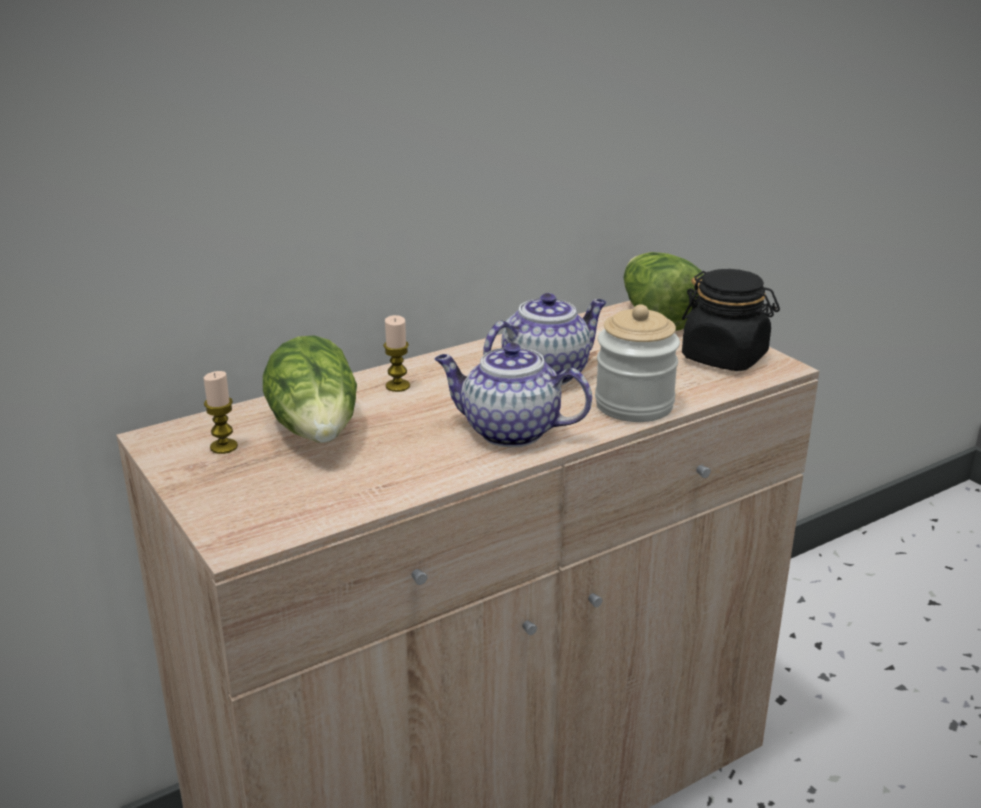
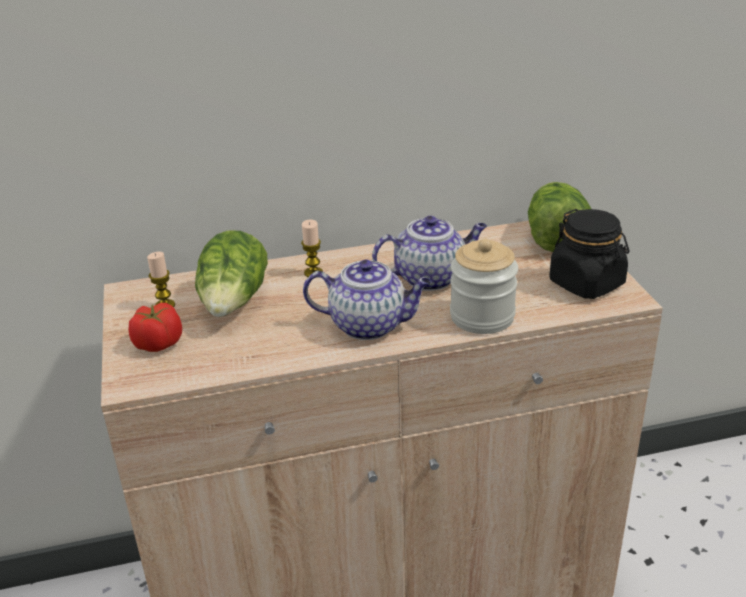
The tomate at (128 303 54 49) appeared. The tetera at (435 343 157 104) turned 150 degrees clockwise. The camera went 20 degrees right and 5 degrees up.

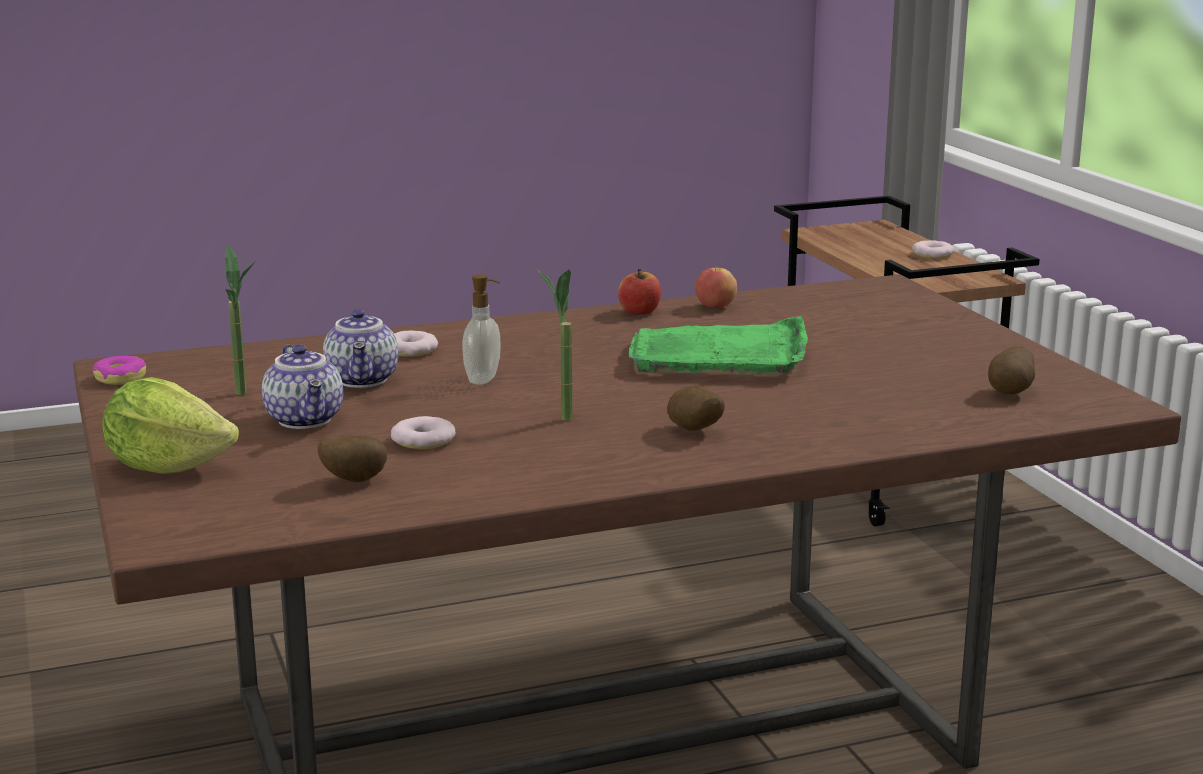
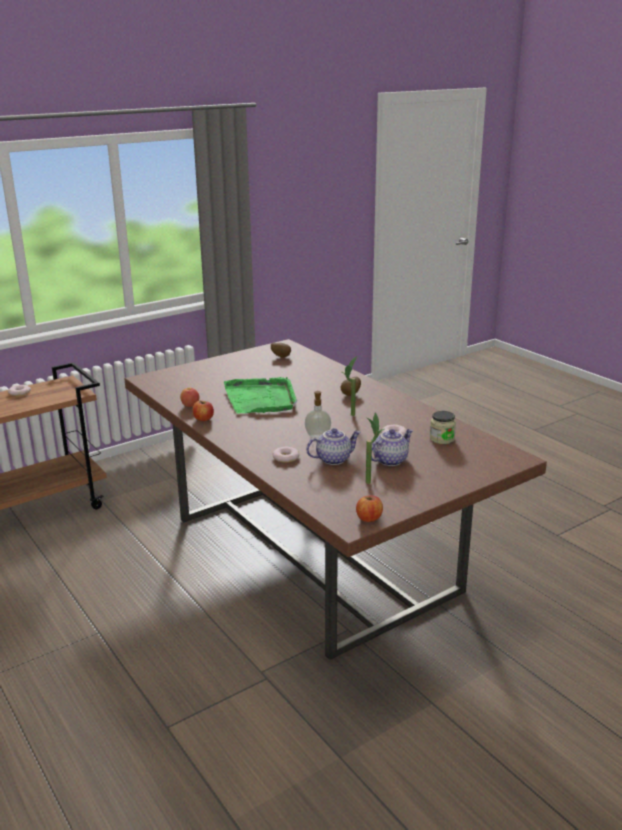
The rosquilla at (93 356 54 29) was replaced by the manzana at (356 495 27 27). The patata at (317 435 70 47) was replaced by the tarro at (430 411 26 33). The lechuga at (102 377 137 97) disappeared. The camera went 105 degrees left and 5 degrees up.

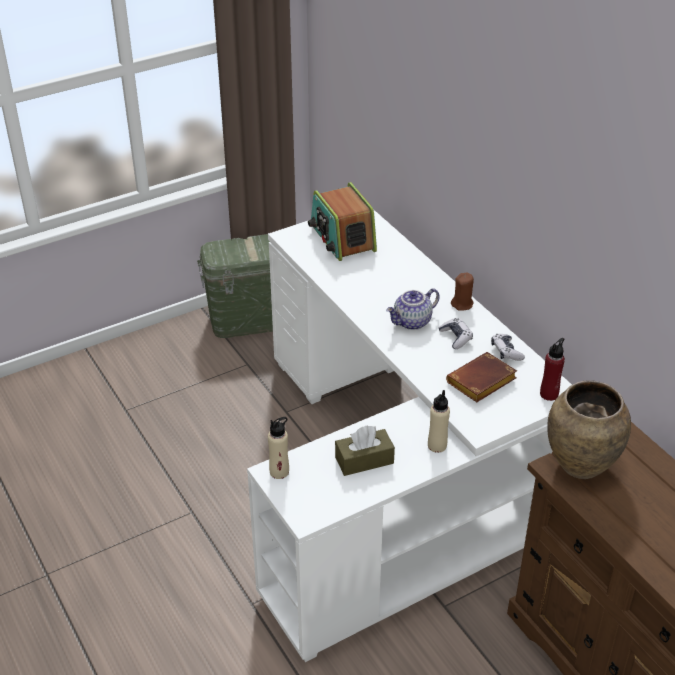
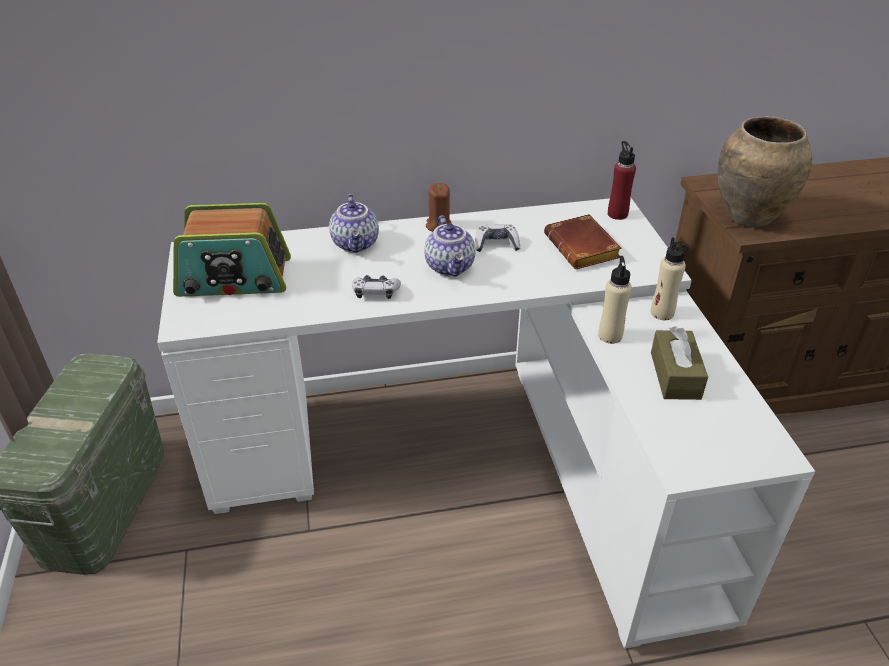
The tetera at (329 194 50 59) appeared. The mando de consola moved from (491 334 34 27) to (352 275 49 24). The botella (beis) moved from (268 417 21 62) to (598 256 34 88). The camera went 70 degrees left and 0 degrees up.

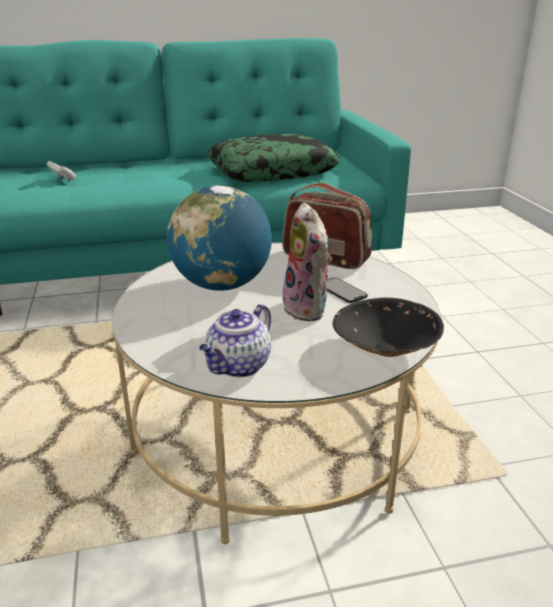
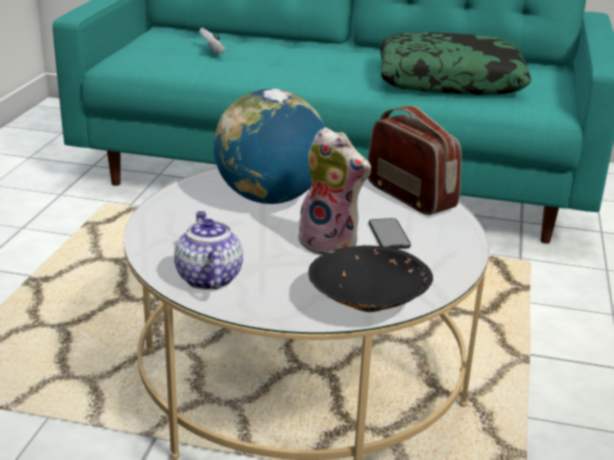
The tetera at (199 304 72 74) turned 105 degrees clockwise. The peluche at (282 202 50 119) turned 60 degrees counterclockwise. The camera went 25 degrees right and 0 degrees up.

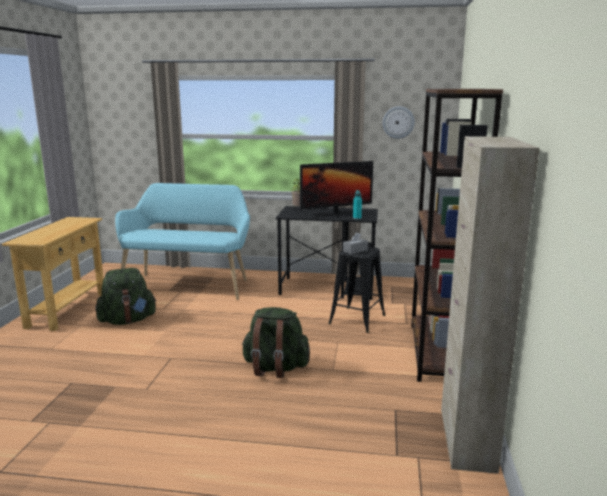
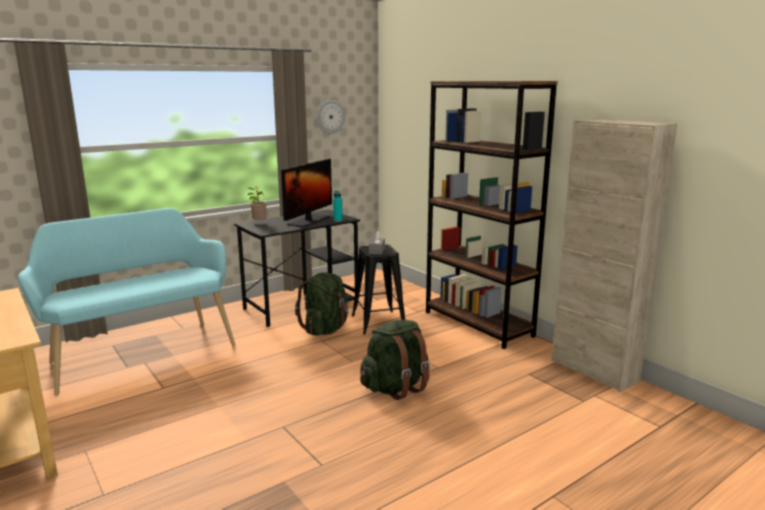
The mochila (verde) moved from (95 268 62 57) to (295 272 53 64). The camera went 45 degrees left and 0 degrees up.

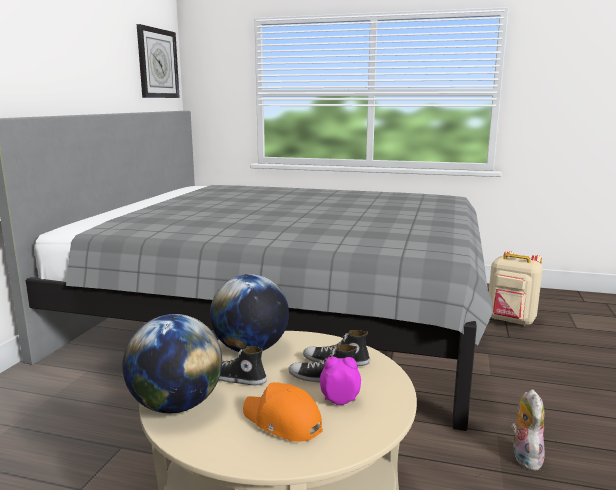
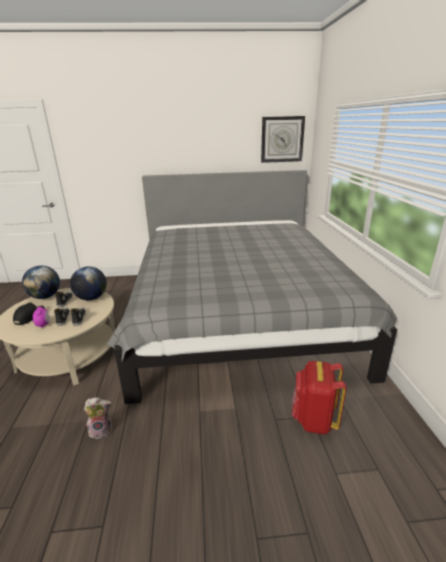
The gorra (naranja) at (243 382 80 60) became the gorra (negro) at (13 302 32 23). The mochila (beis) at (489 251 54 75) became the mochila (rojo) at (292 361 55 73). The camera went 70 degrees right and 10 degrees up.

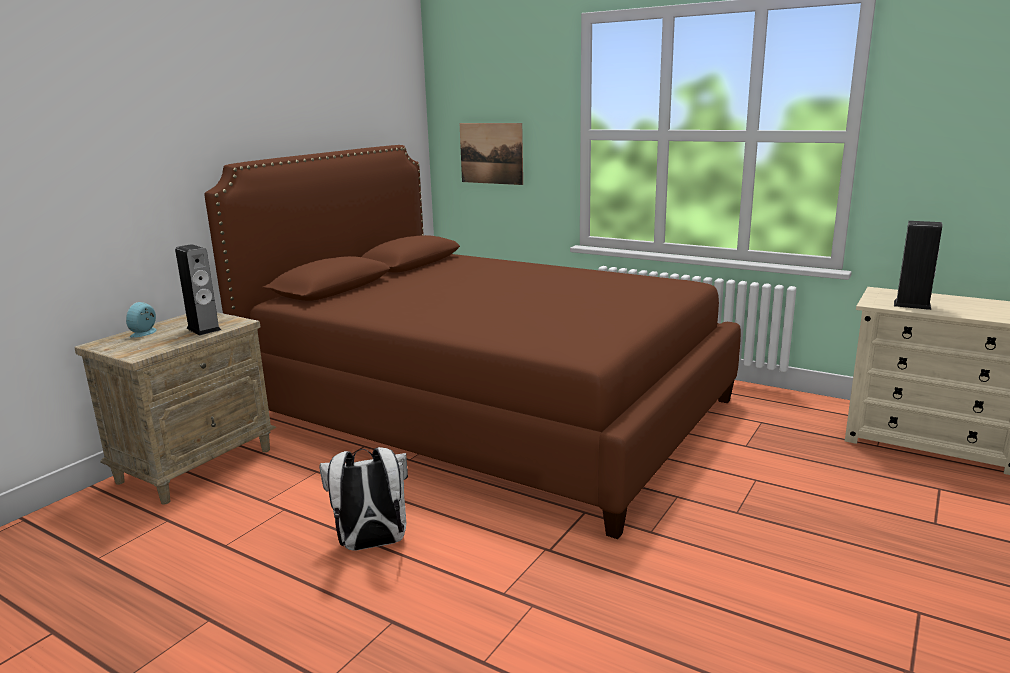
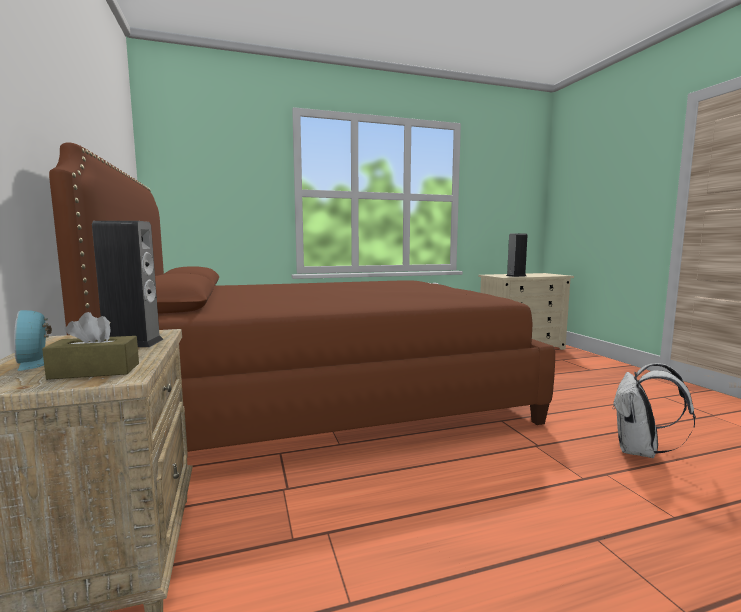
The caja de pañuelos (marrón) at (42 312 97 68) appeared. The mochila (blanco) moved from (319 447 89 104) to (612 363 84 95). The cuadro at (459 123 64 62) disappeared. The camera went 50 degrees left and 10 degrees down.

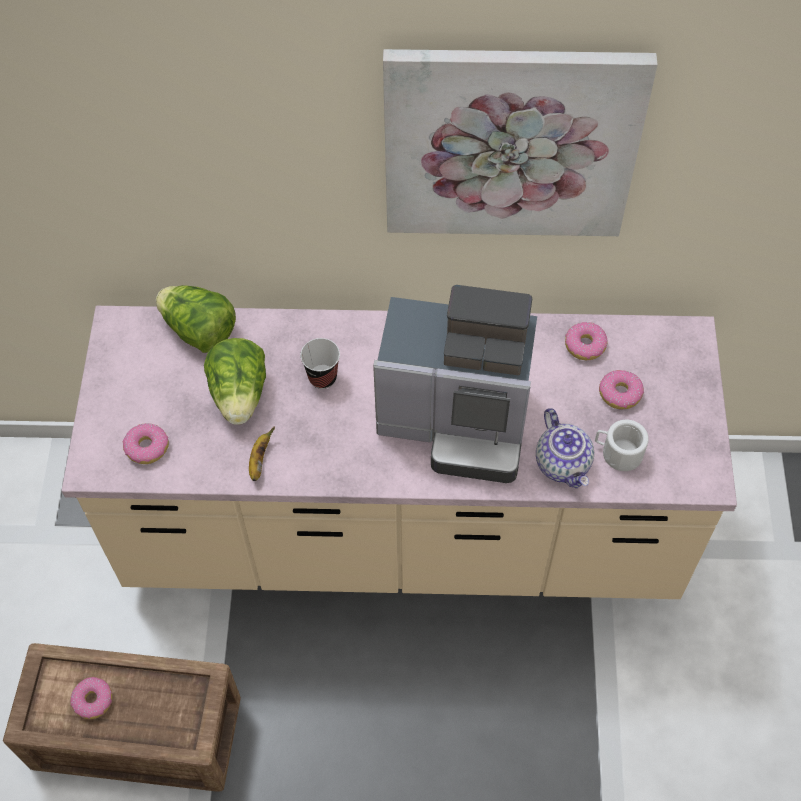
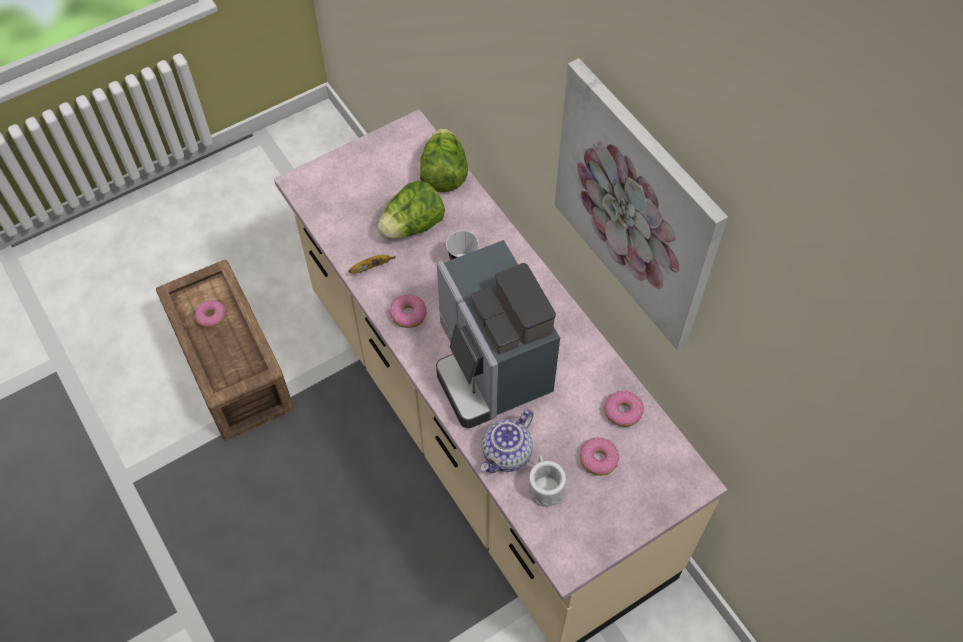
The rosquilla moved from (122 423 47 41) to (390 294 36 34). The camera went 55 degrees right and 0 degrees up.

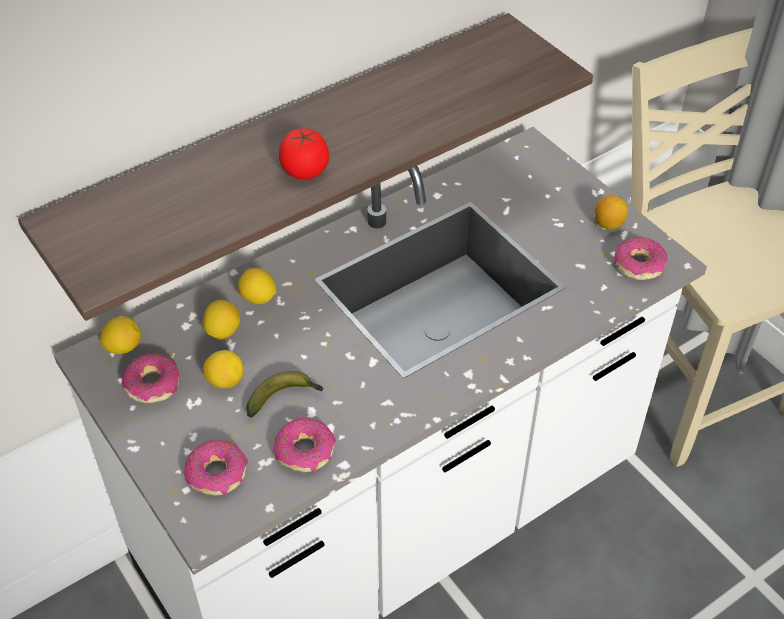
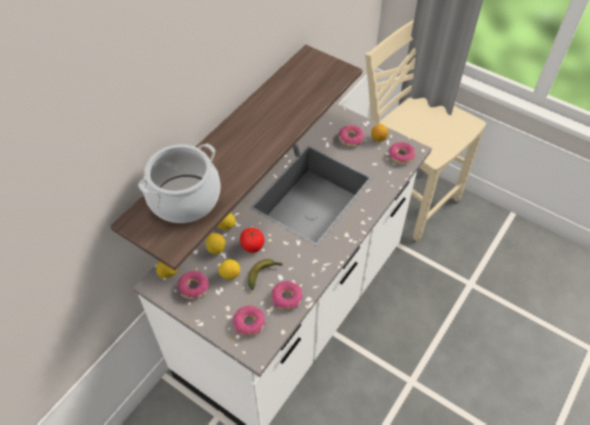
The olla at (138 143 83 80) appeared. The tomate moved from (279 128 50 52) to (240 228 25 25). The rosquilla at (339 125 25 22) appeared. The camera went 20 degrees left and 5 degrees up.

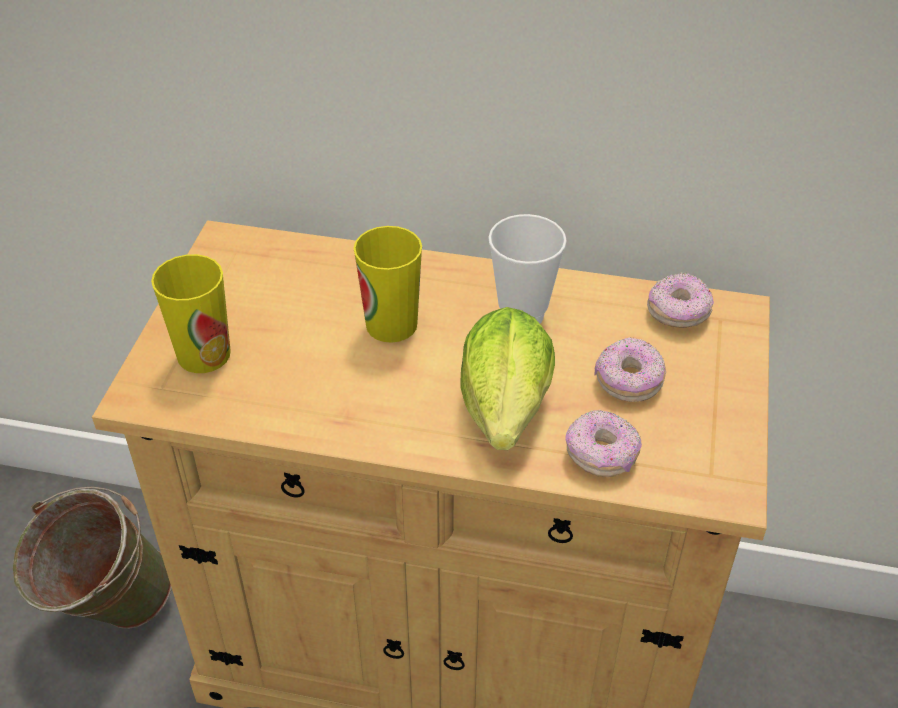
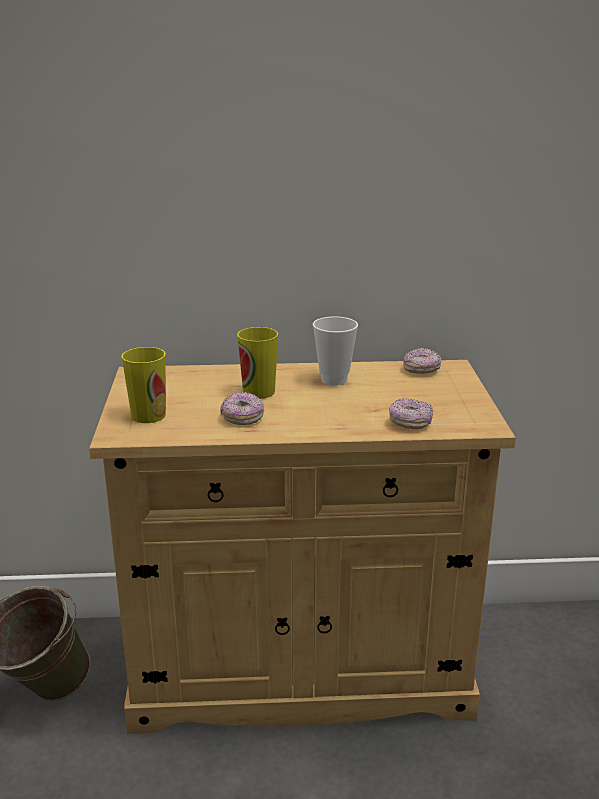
The rosquilla moved from (594 337 72 65) to (220 392 44 33). The lechuga at (460 307 95 143) disappeared. The camera went 15 degrees left and 20 degrees down.

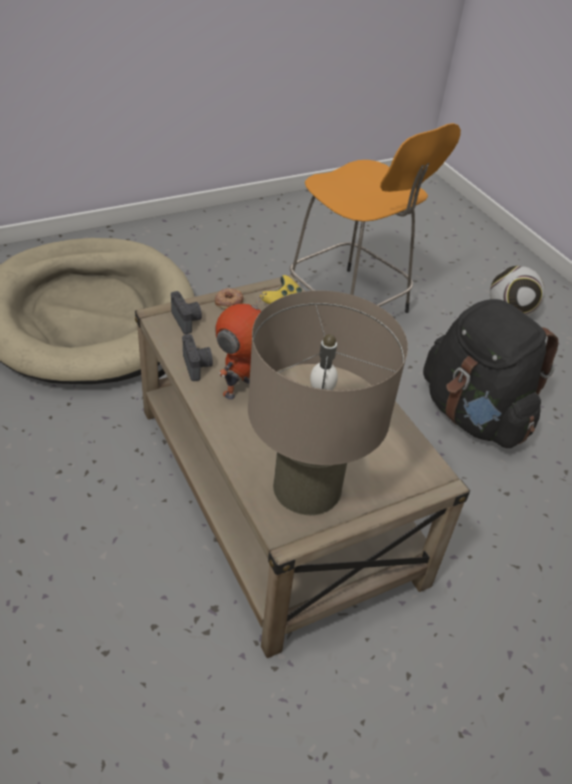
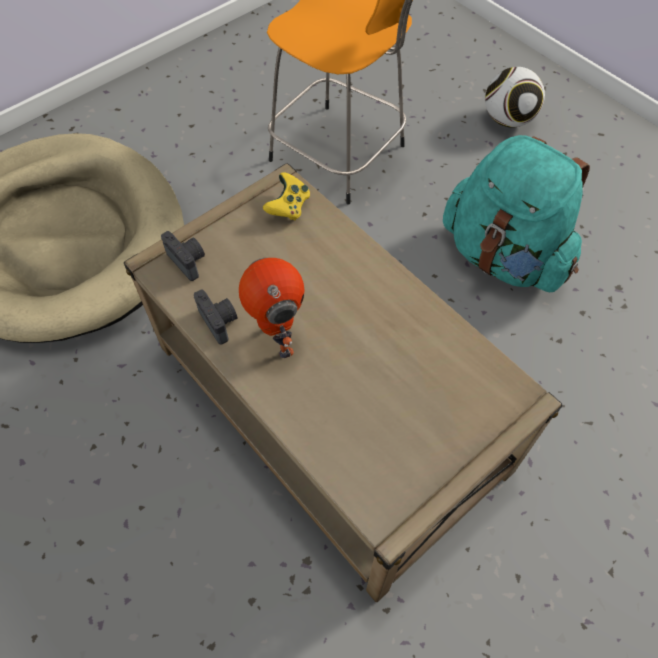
The robot de juguete at (215 292 52 108) turned 135 degrees clockwise. The mochila (negro) at (423 299 135 149) became the mochila (turquesa) at (443 135 147 157). The rosquilla at (215 288 29 21) disappeared. The lámpara de mesa (beis) at (248 291 160 224) disappeared. The camera went 10 degrees left and 15 degrees up.

